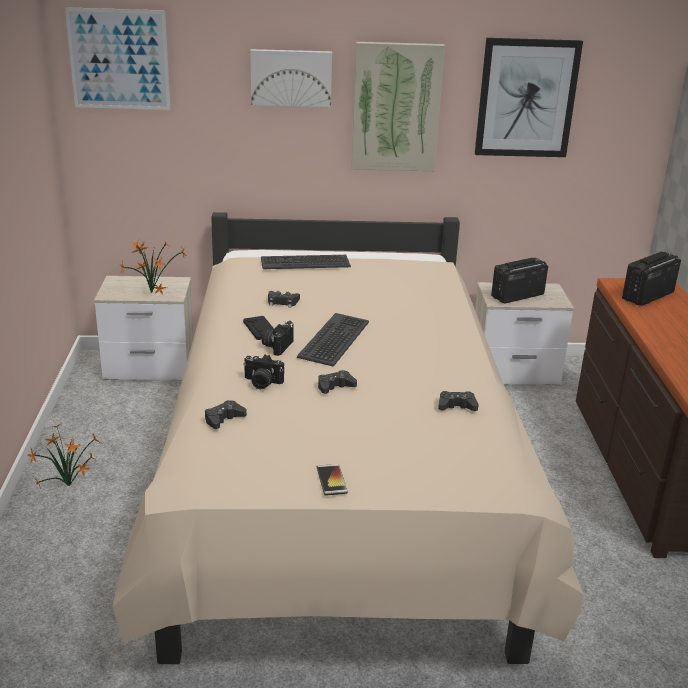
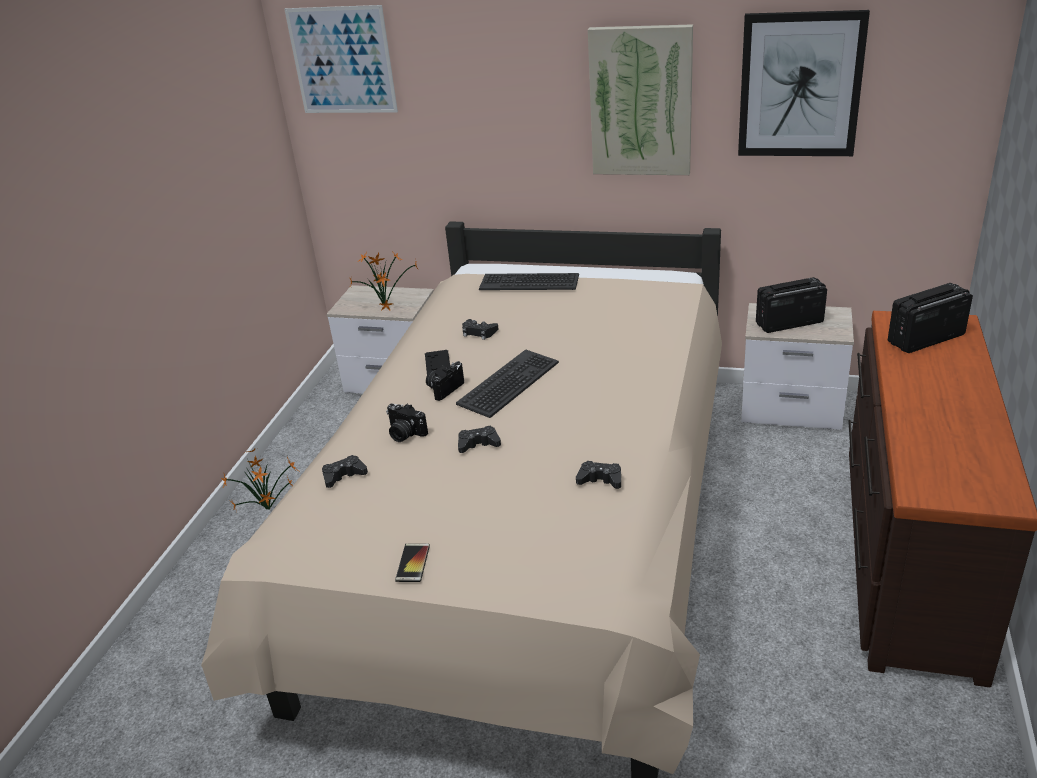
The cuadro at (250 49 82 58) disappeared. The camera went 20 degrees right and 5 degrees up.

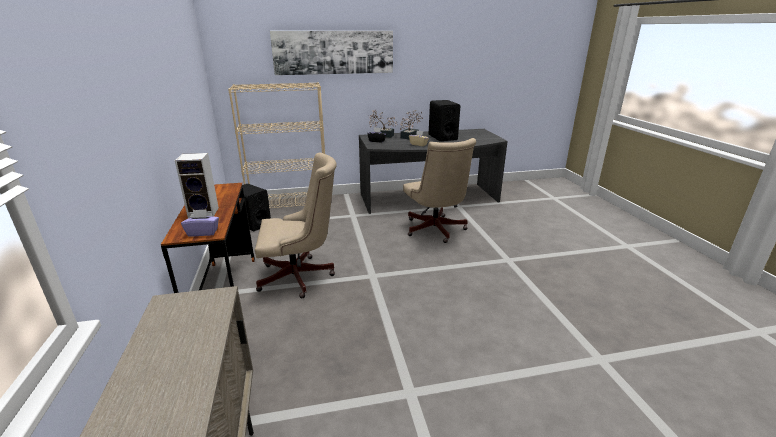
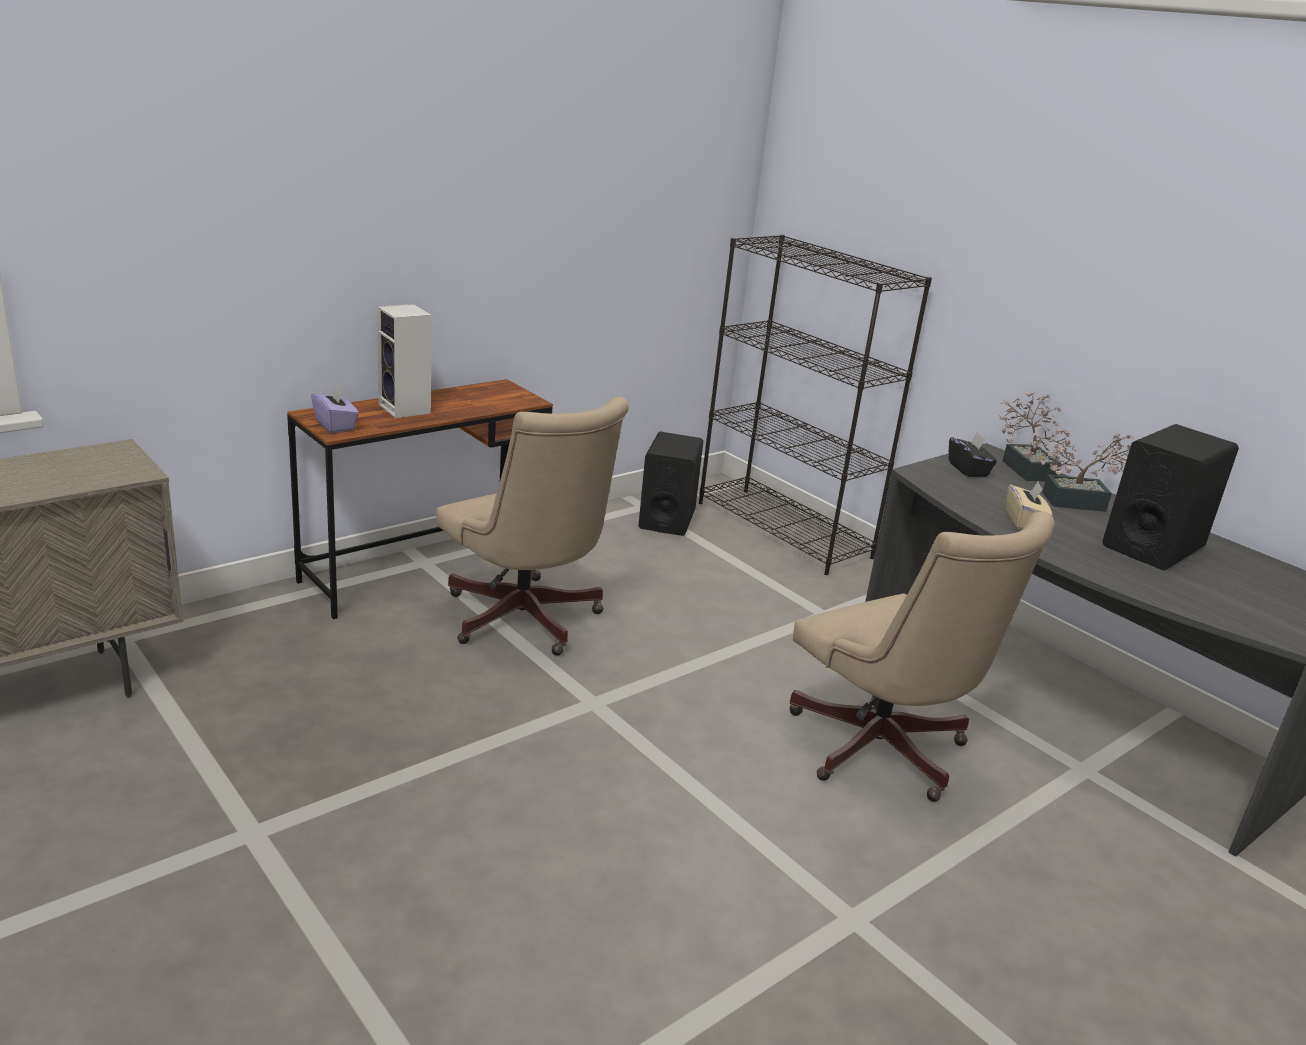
The estantería (beis) at (228 82 97 126) became the estantería (negro) at (699 234 233 341). The silla de oficina (beis) at (403 138 73 105) turned 75 degrees counterclockwise. The cuadro at (270 31 123 44) disappeared. The camera went 60 degrees right and 0 degrees up.

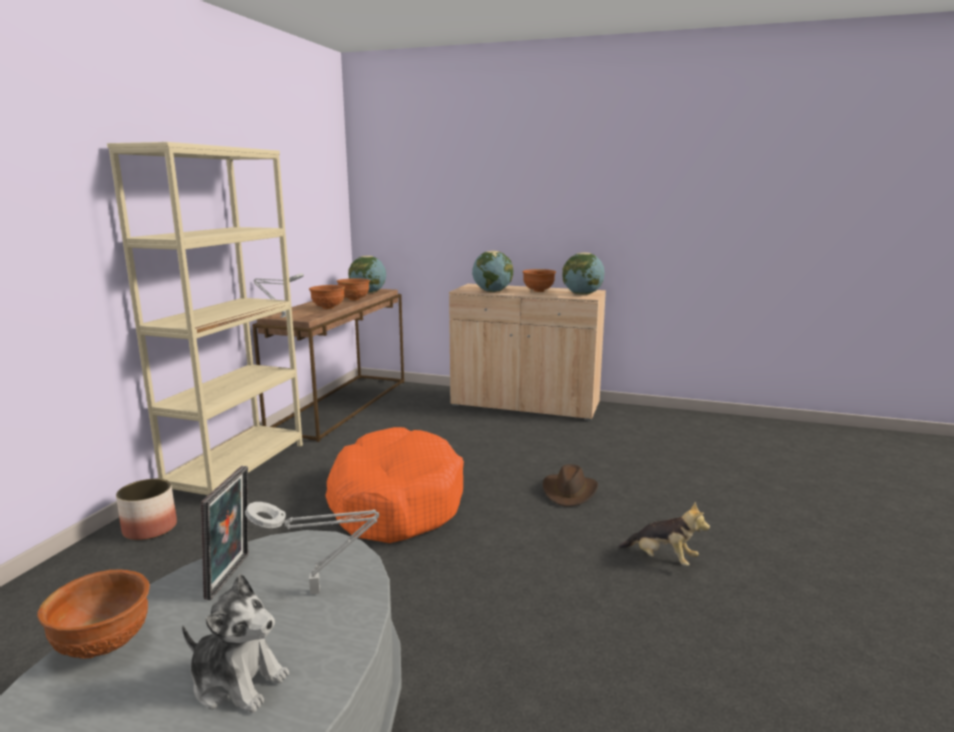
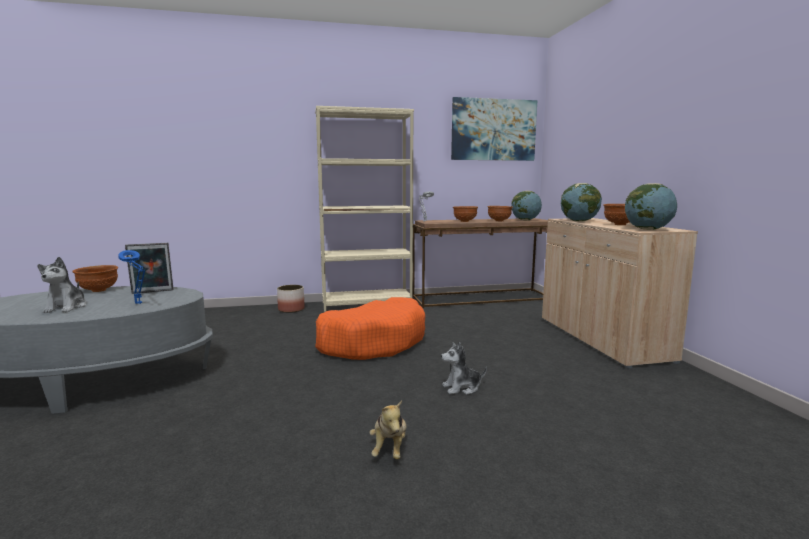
The lámpara de mesa (gris) at (245 502 134 92) became the lámpara de mesa (azul) at (119 250 26 54). The sombrero (marrón) at (543 464 55 42) was replaced by the peluche at (441 342 46 53). The cuadro at (451 97 86 64) appeared. The camera went 60 degrees right and 5 degrees down.

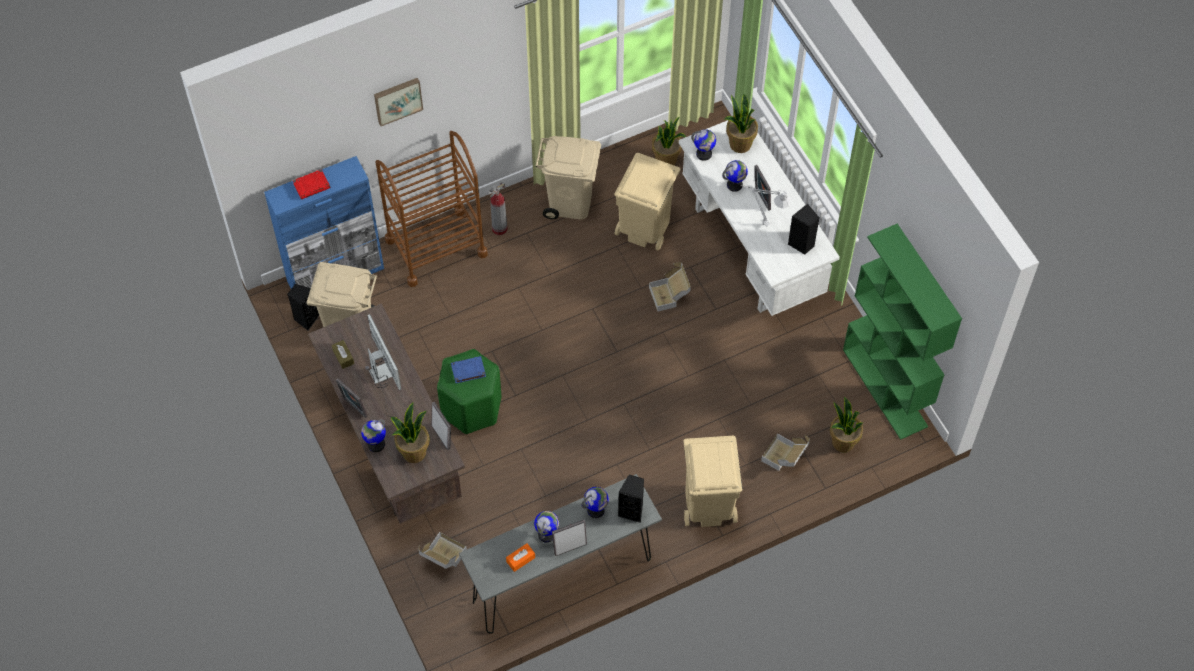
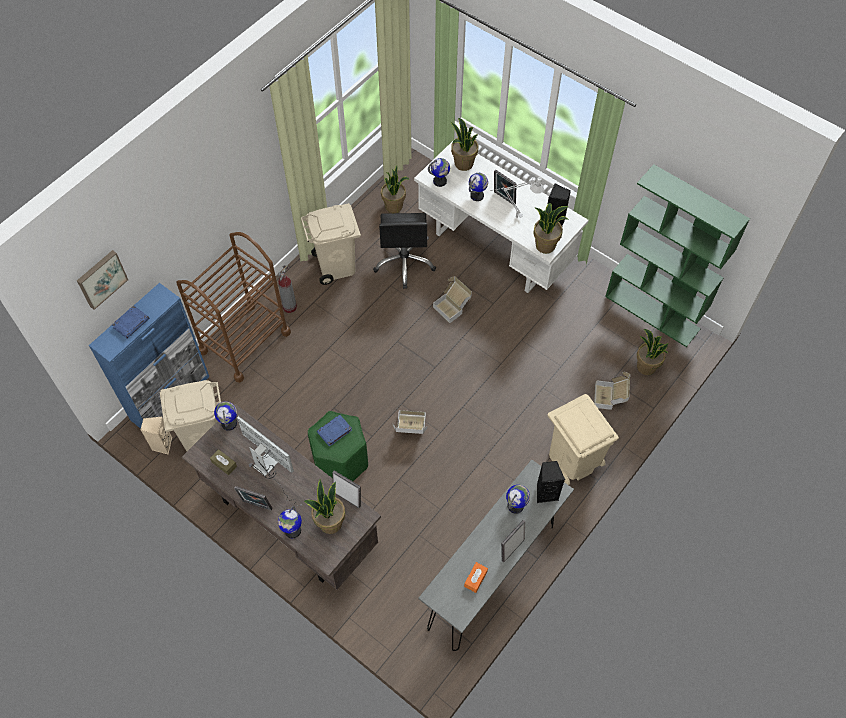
The cuadro moved from (374 78 49 48) to (77 250 51 60). The libro (rojo) at (293 169 37 30) became the libro (azul) at (112 305 37 33). The altavoz (negro) at (288 284 31 46) became the altavoz (beis) at (140 417 32 38). The globo terráqueo moved from (534 511 25 32) to (214 401 23 30). The papelera (beis) at (614 153 66 97) was replaced by the silla de oficina (negro) at (373 213 63 76). The caja de cartón moved from (419 532 48 37) to (393 410 34 24). The planta en maceta at (533 203 36 51) appeared. The camera went 25 degrees left and 0 degrees up.

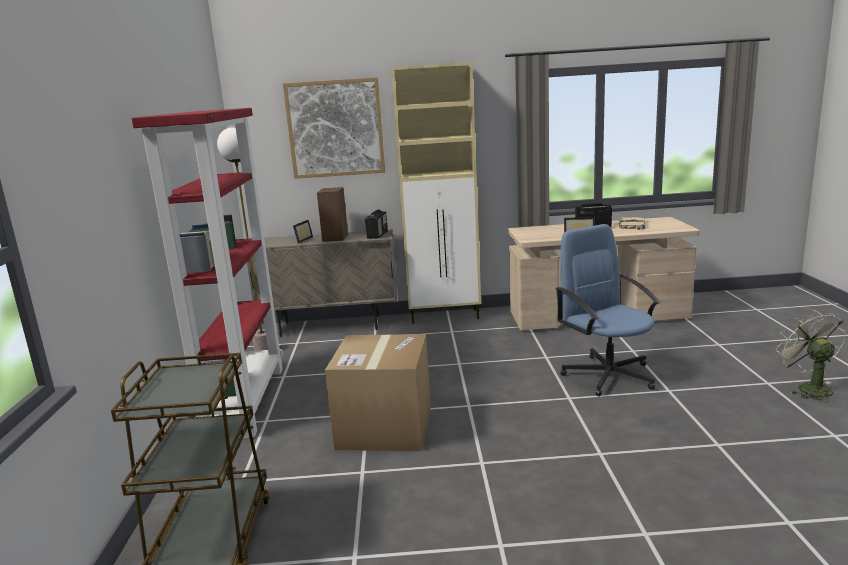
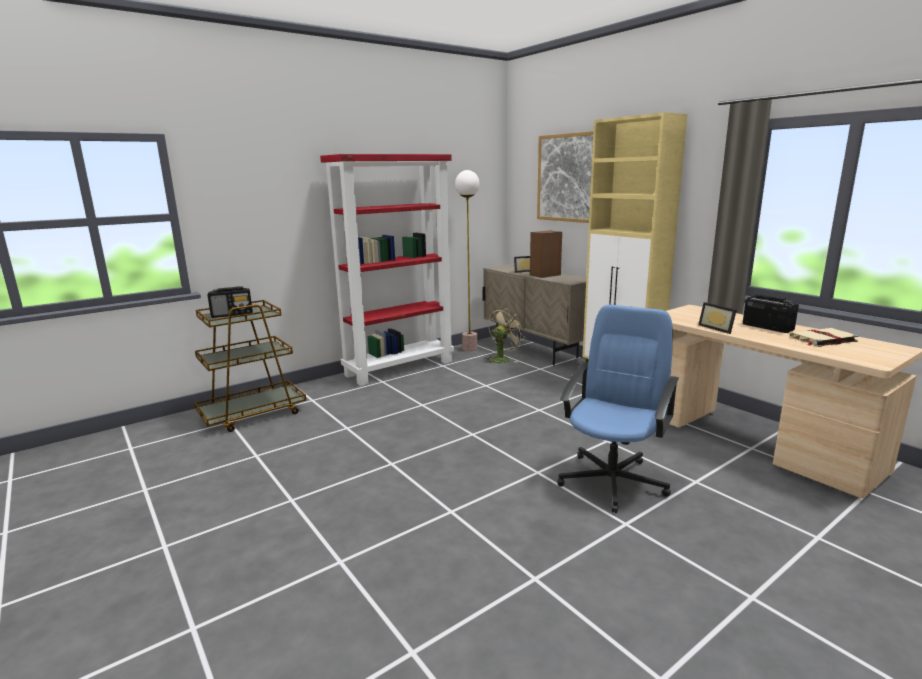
The radio moved from (365 209 23 30) to (208 286 45 32). The ventilador (beis) moved from (776 310 70 92) to (485 309 40 54). The caja de cartón at (325 334 106 117) disappeared. The camera went 55 degrees right and 0 degrees up.

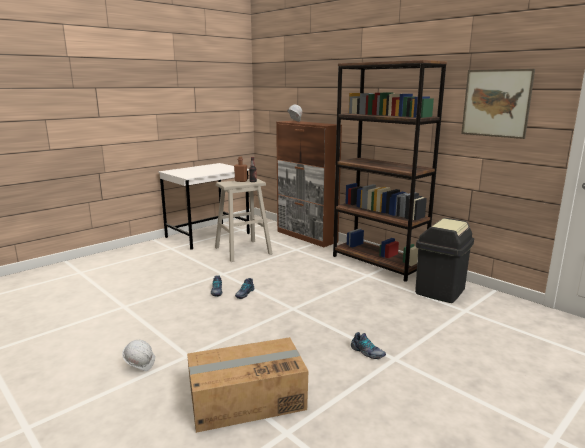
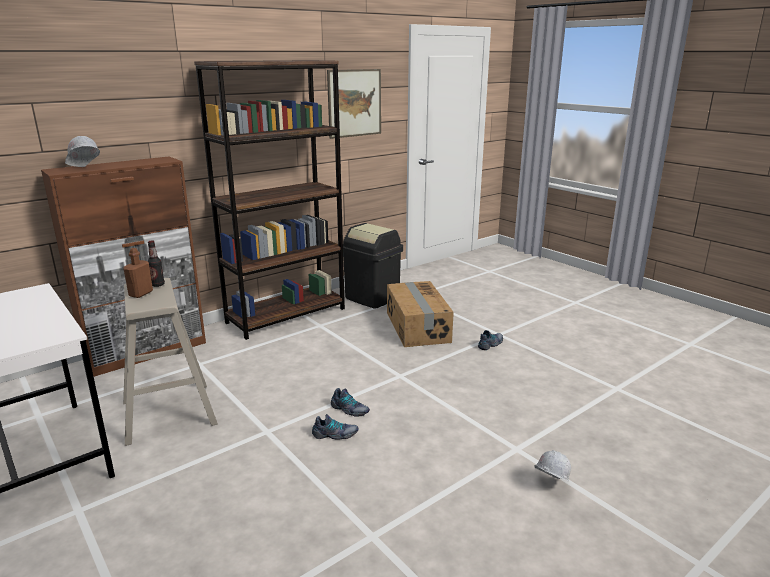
The caja de cartón moved from (187 337 121 96) to (387 281 67 66). The camera went 85 degrees left and 5 degrees up.

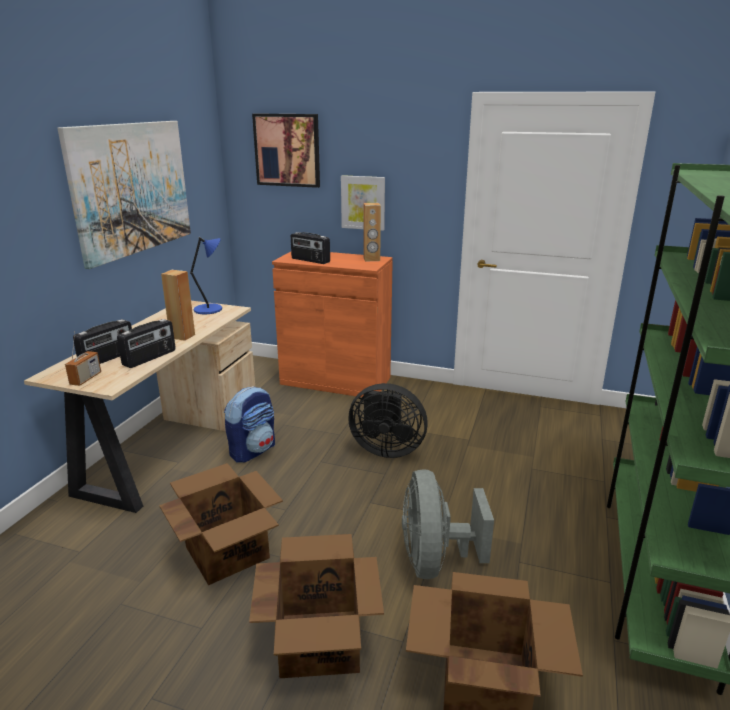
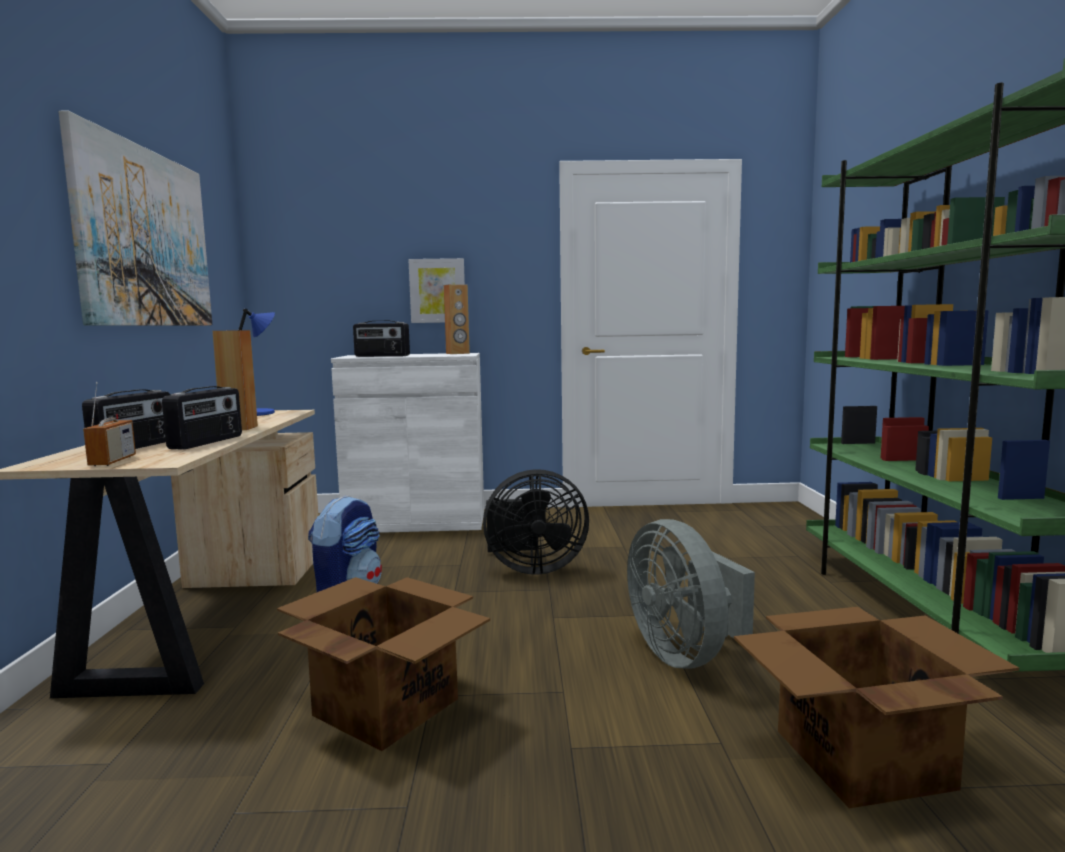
The armario (naranja) at (272 252 121 145) became the armario (blanco) at (331 353 153 180). The caja de cartón at (249 534 135 144) disappeared. The cuadro at (252 114 68 74) disappeared. The camera went 20 degrees left and 15 degrees down.

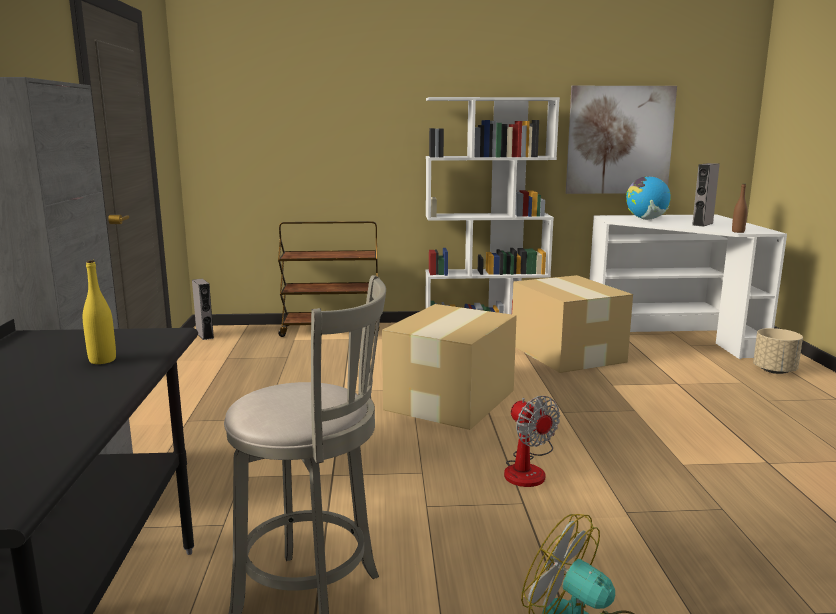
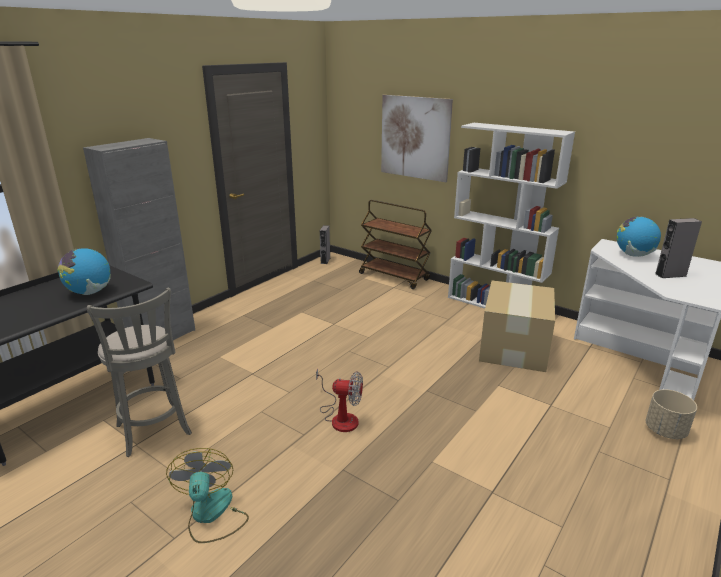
The botella (amarillo) at (83 260 33 104) was replaced by the globo terráqueo at (58 248 53 47). The ventilador at (504 396 56 91) turned 90 degrees counterclockwise. The cuadro moved from (566 86 111 108) to (381 95 72 87). The caja de cartón at (382 304 135 126) disappeared. The botella (marrón) at (732 184 16 49) disappeared. The camera went 40 degrees right and 10 degrees up.

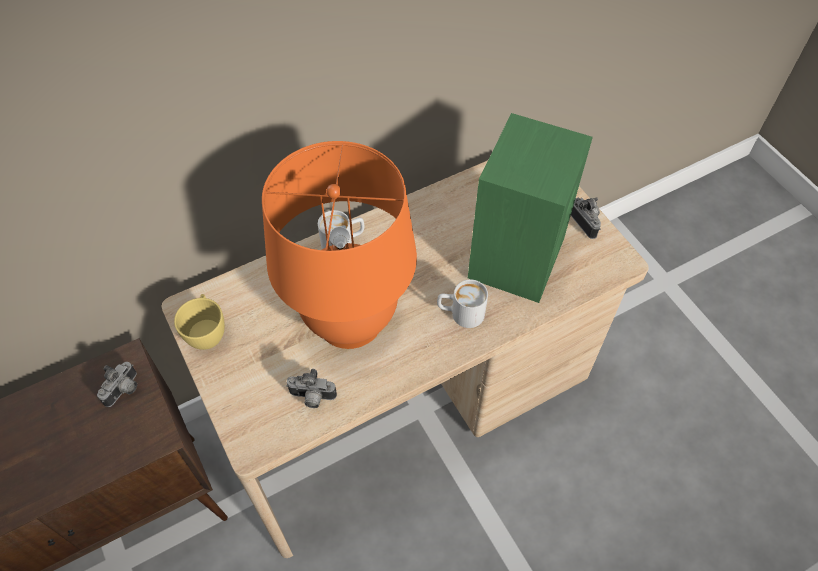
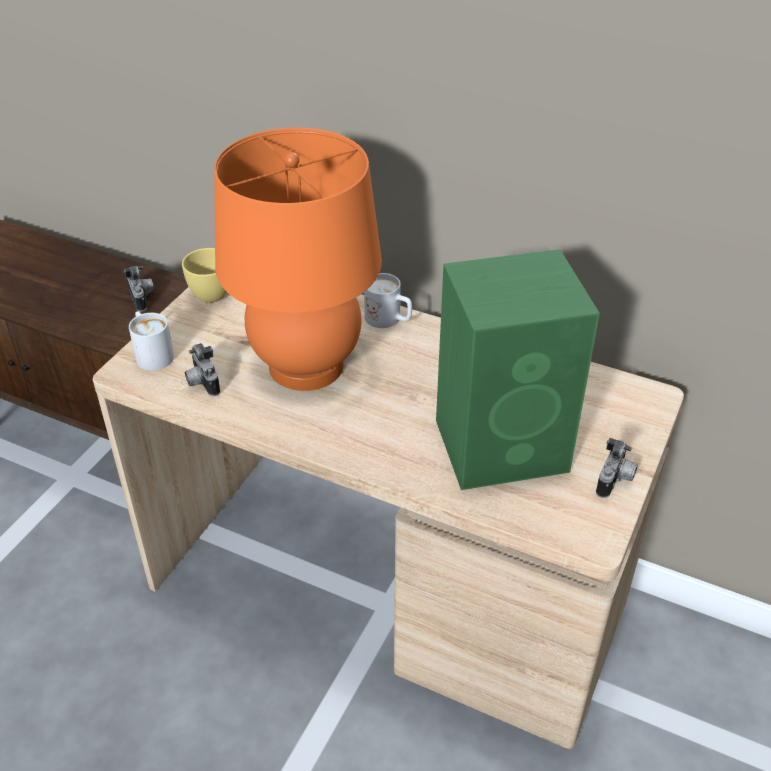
The cámara at (97 362 40 45) turned 105 degrees counterclockwise. The taza grande (blanco) moved from (437 279 51 49) to (129 311 45 60). The camera went 55 degrees right and 15 degrees down.

